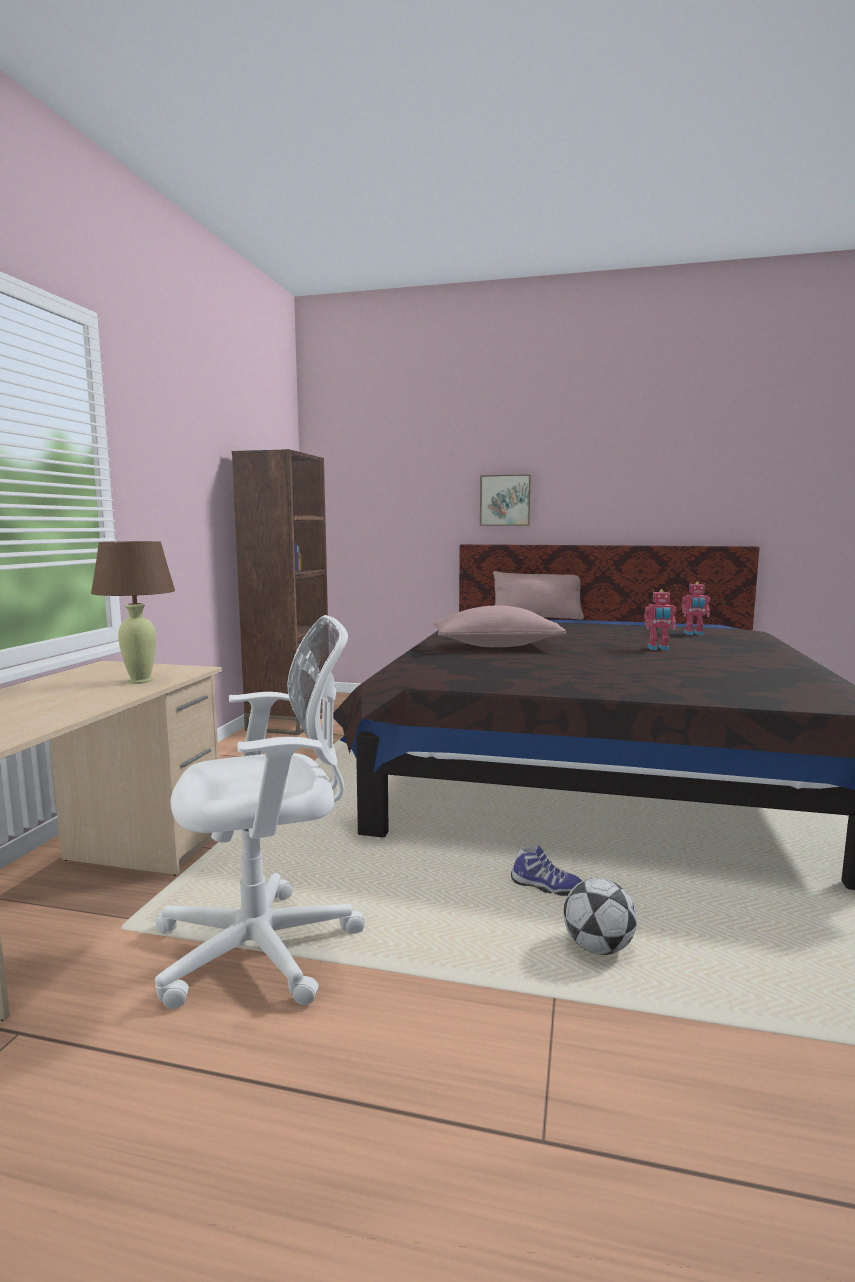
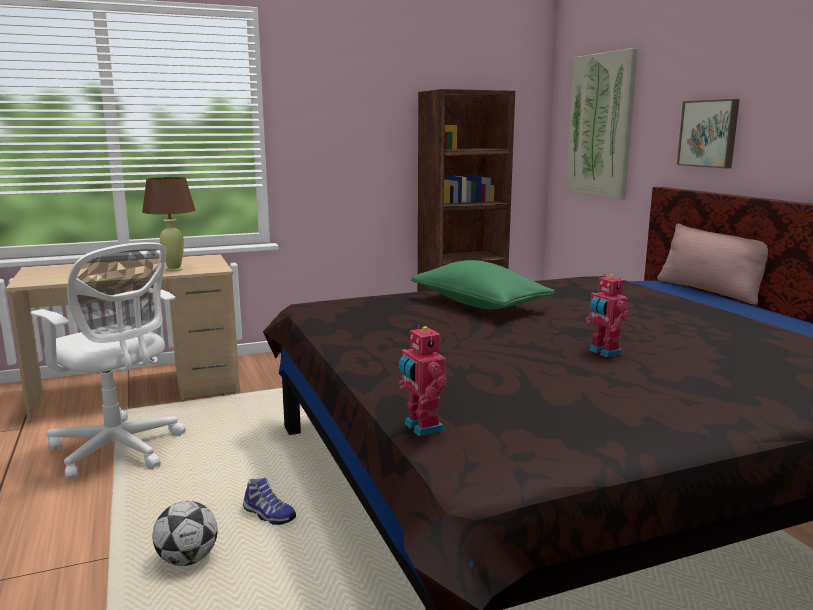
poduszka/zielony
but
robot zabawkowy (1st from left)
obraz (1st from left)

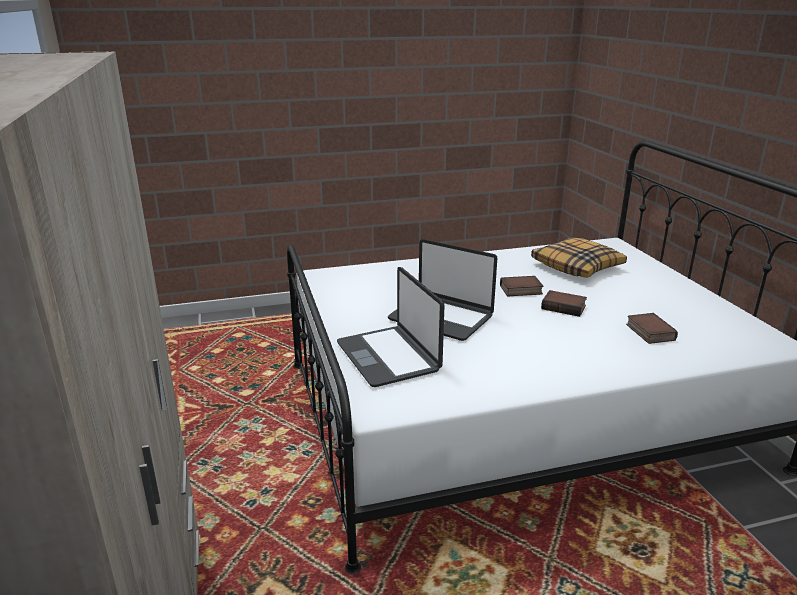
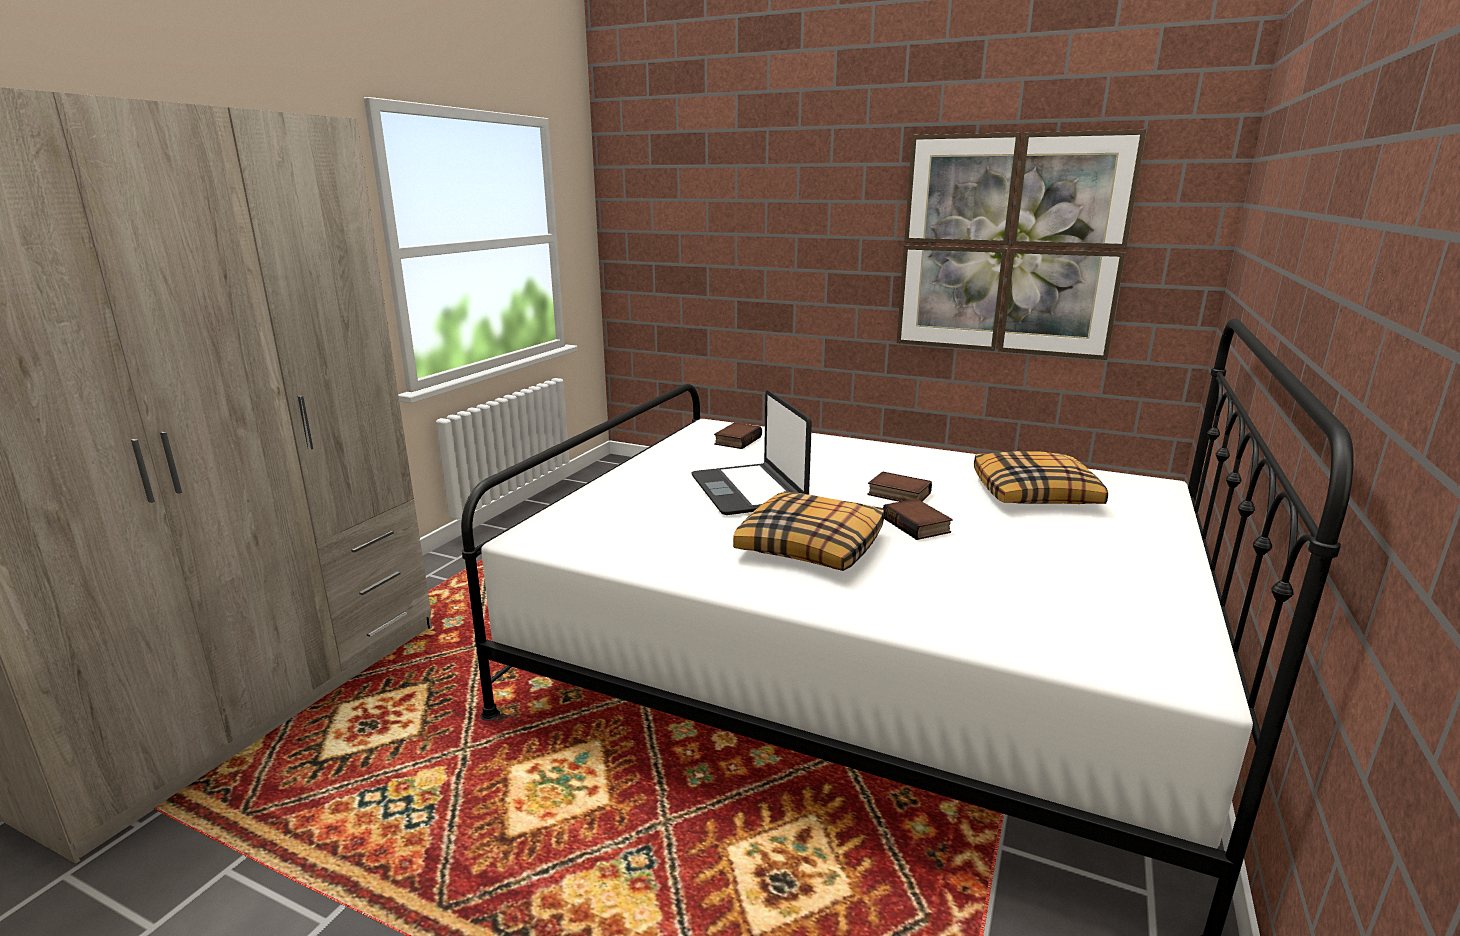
laptop (1st from left in the first image)
książka (1st from left)
poduszka (1st from left)
obraz

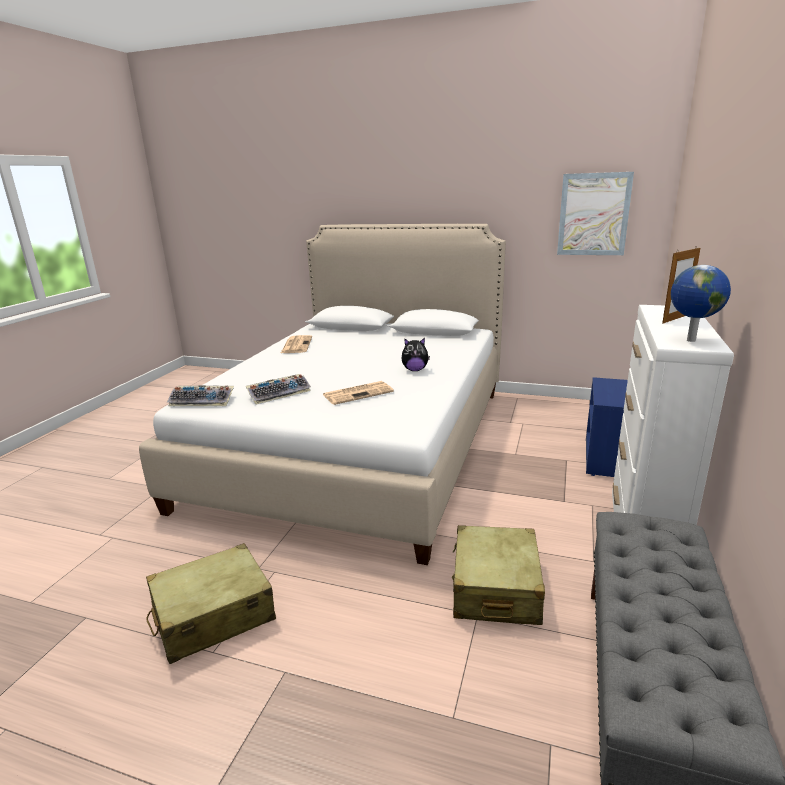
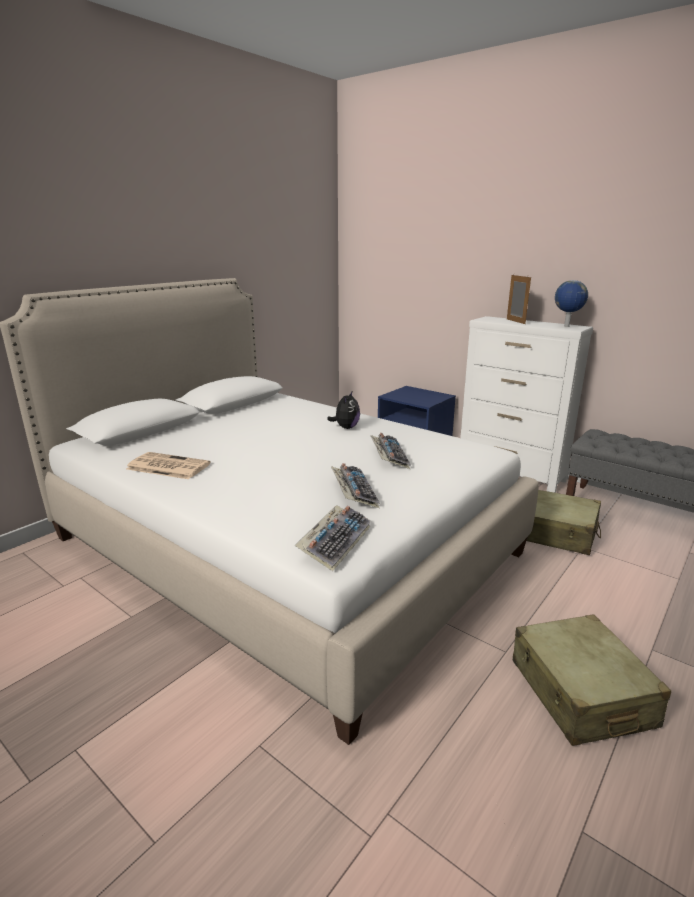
klawiatura (3rd from left)
obraz

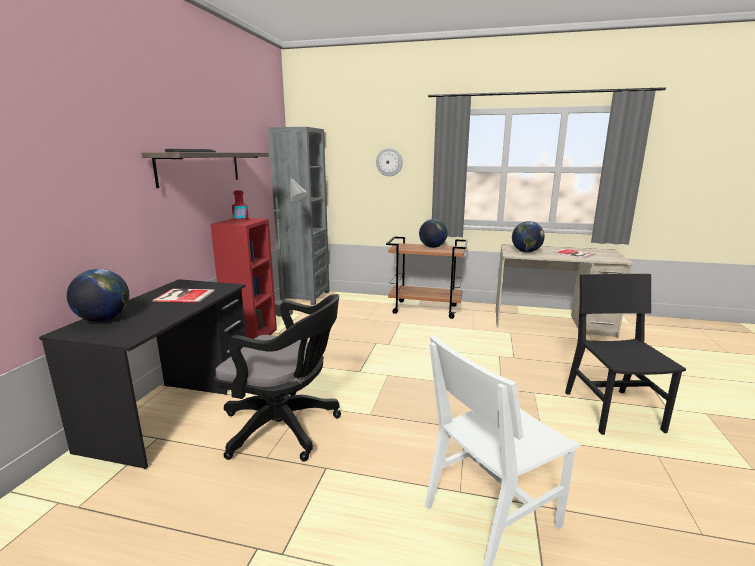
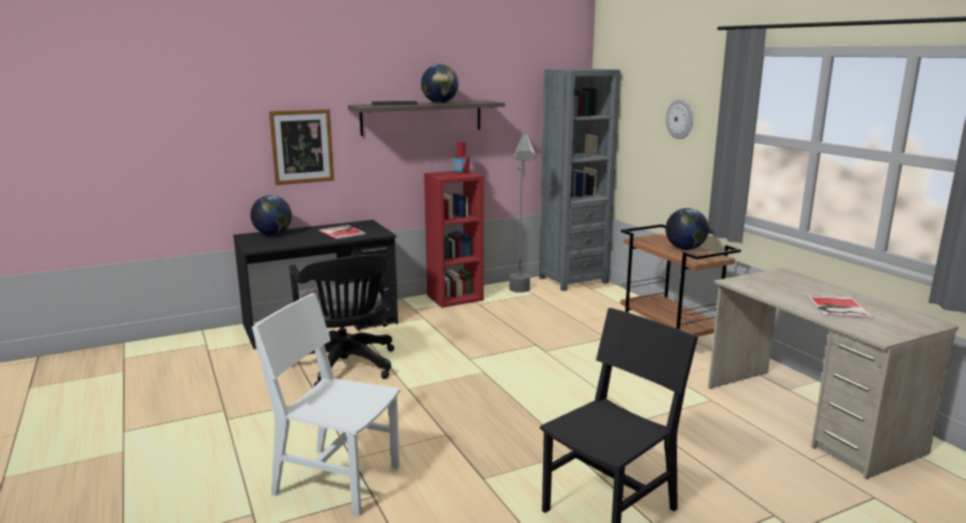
globus (2nd from left)
obraz

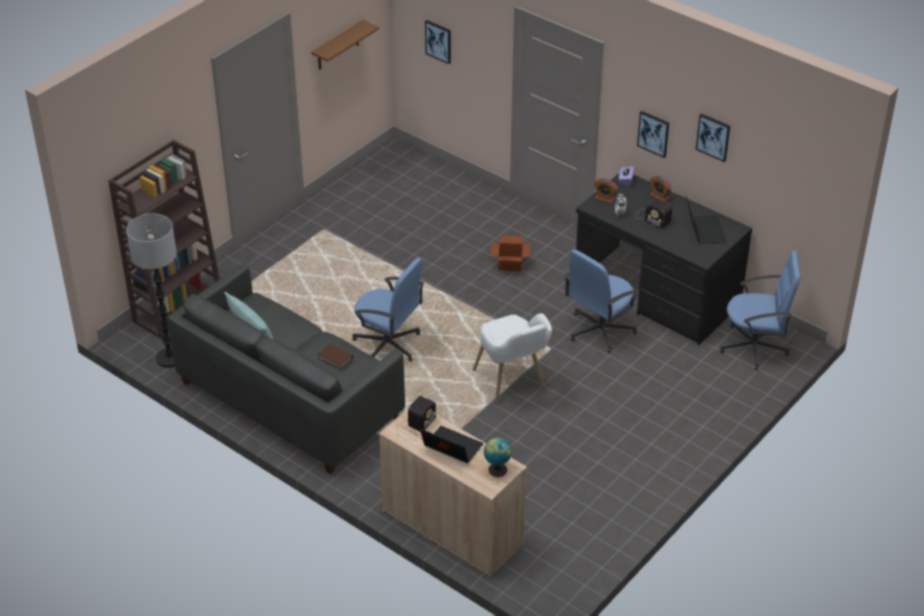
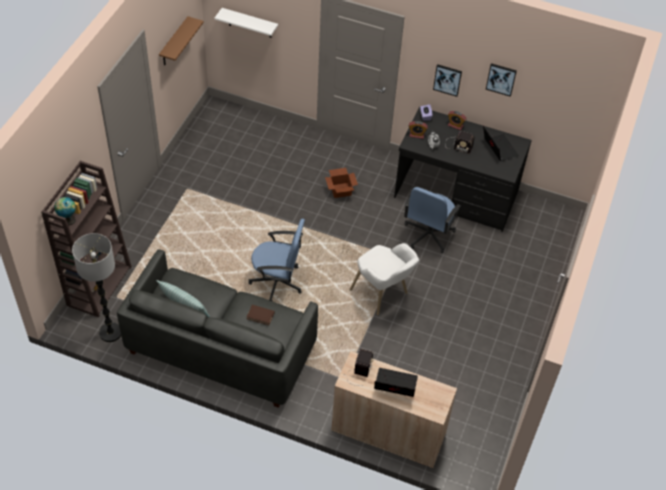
półka/biały
globus
krzesło biurowe/niebieski (3rd from left in the first image)

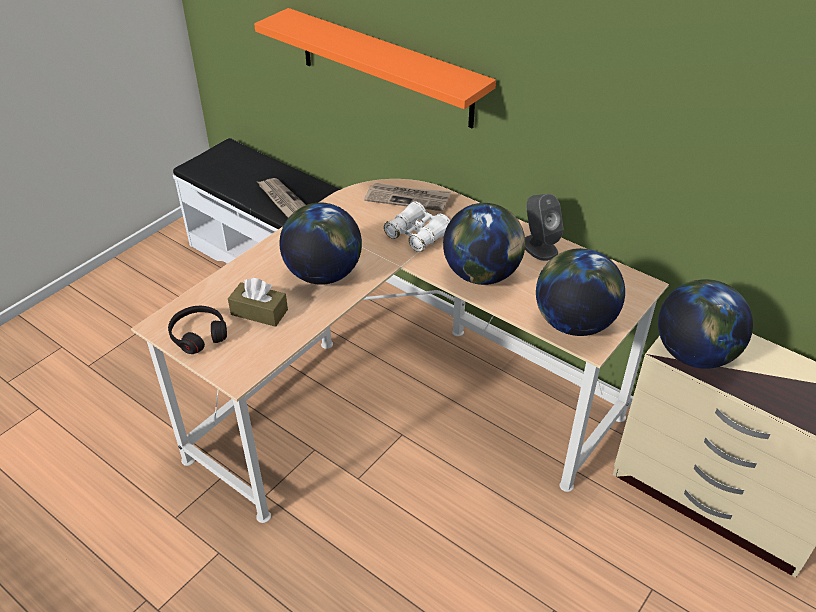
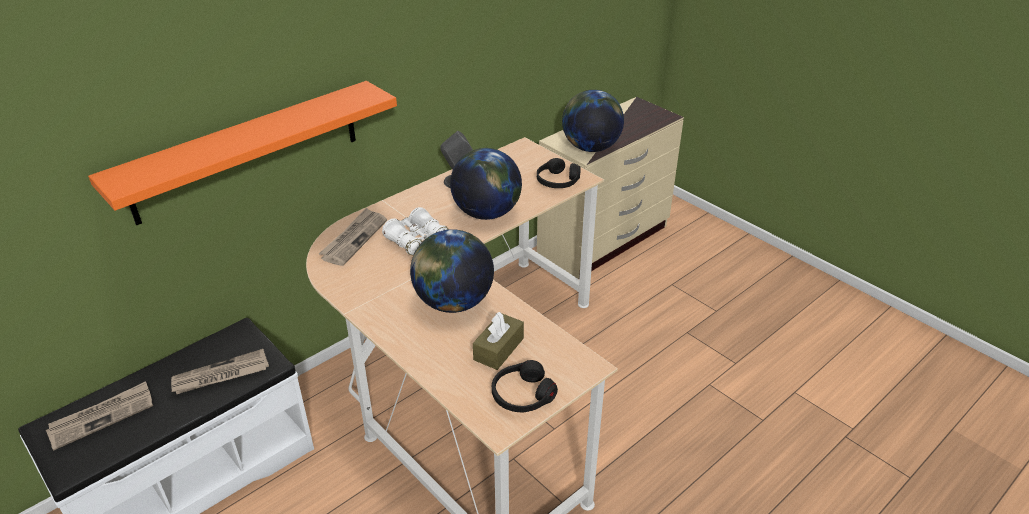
słuchawki/czarny (2nd from left)
gazeta (1st from left)

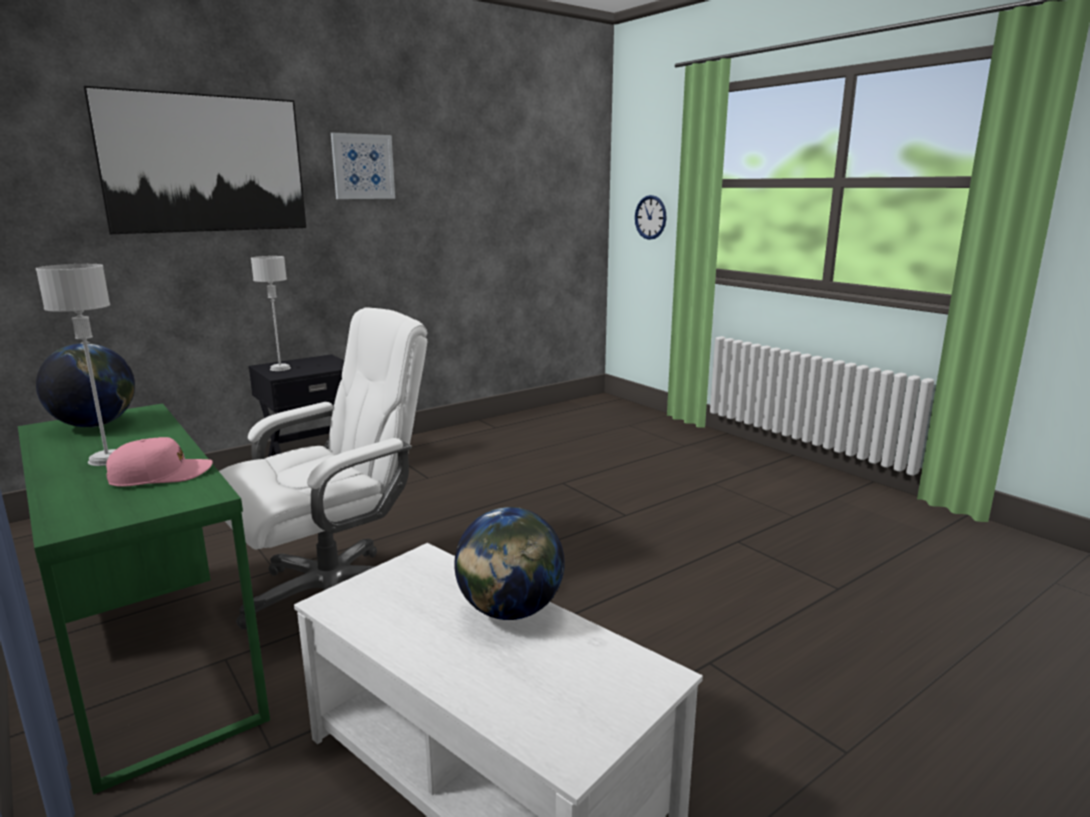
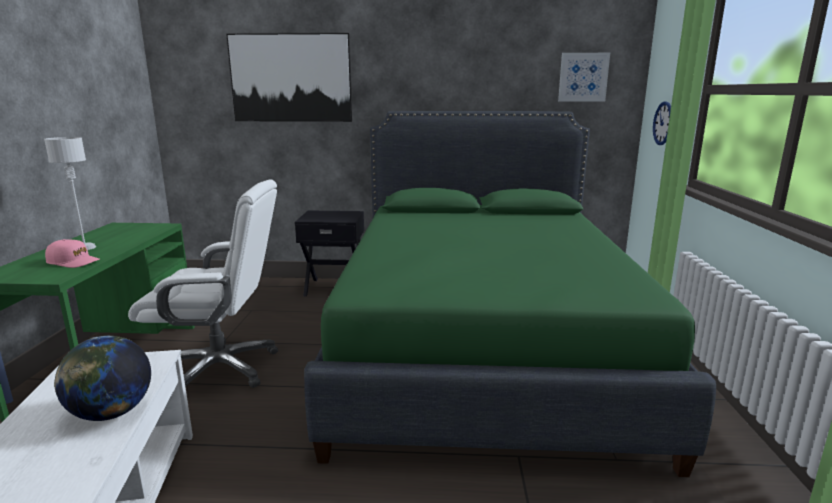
globus (1st from left in the first image)
lampa stołowa/szary (2nd from left in the first image)
obraz (2nd from left)
łóżko/zielony

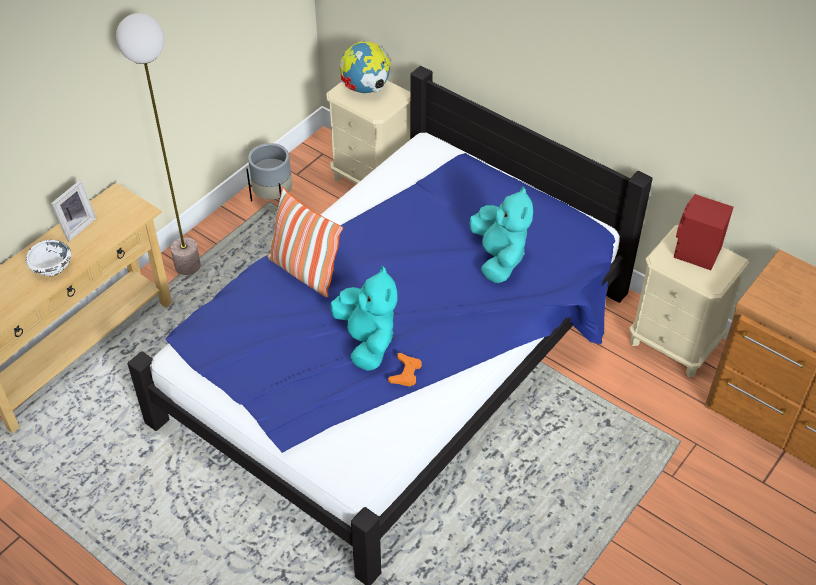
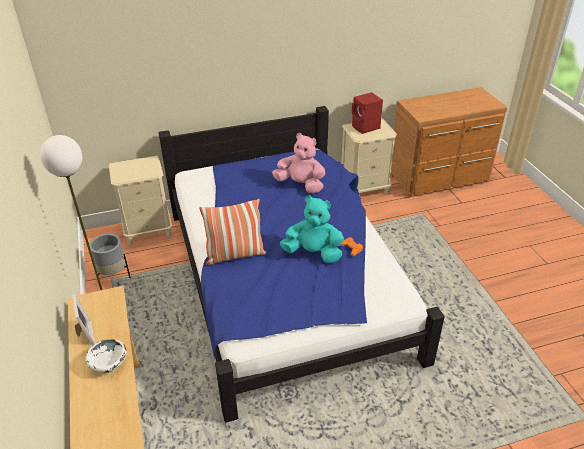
globus
pluszak/różowy

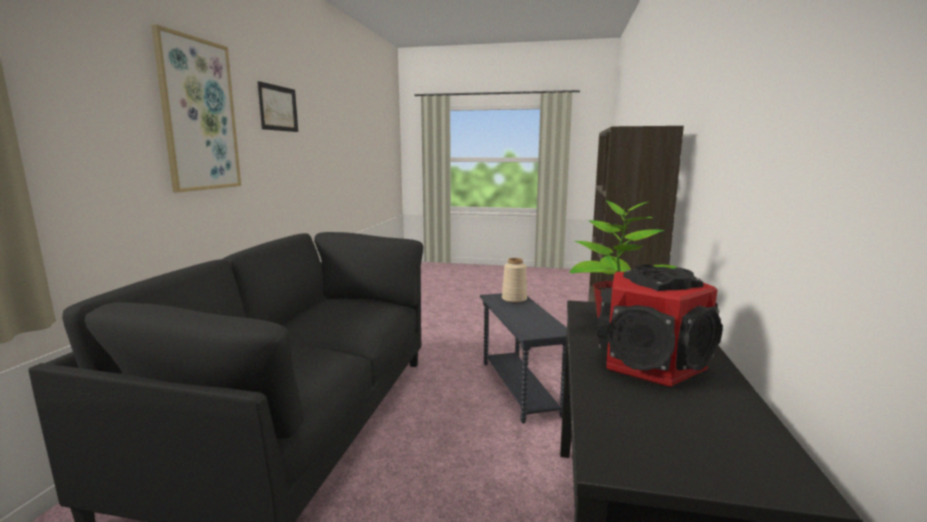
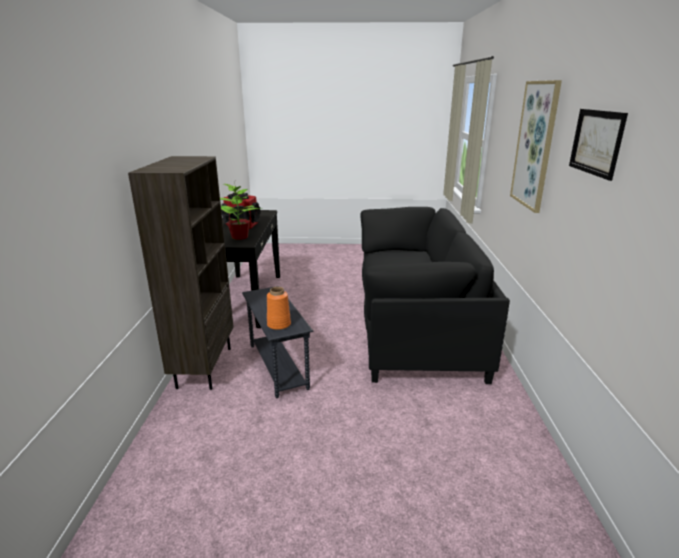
wazon/pomarańczowy

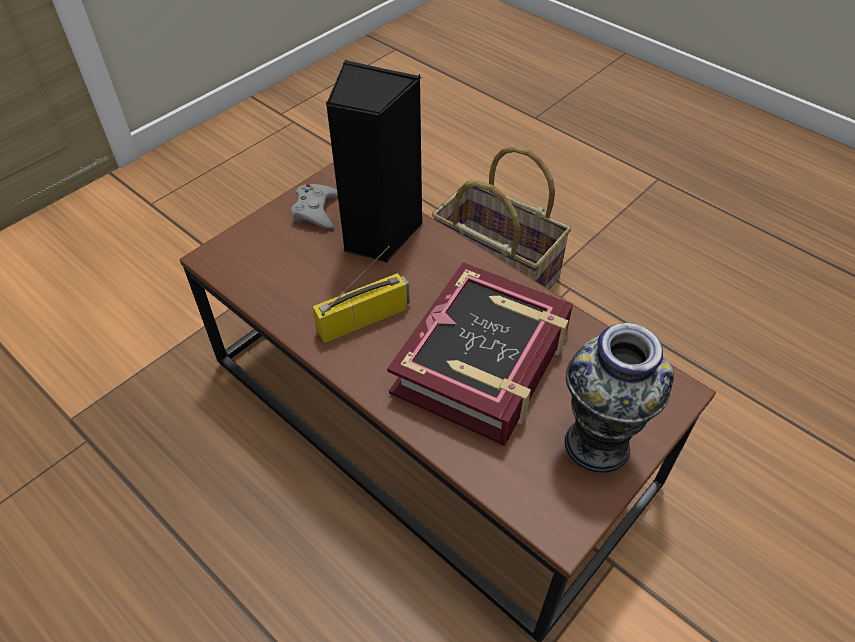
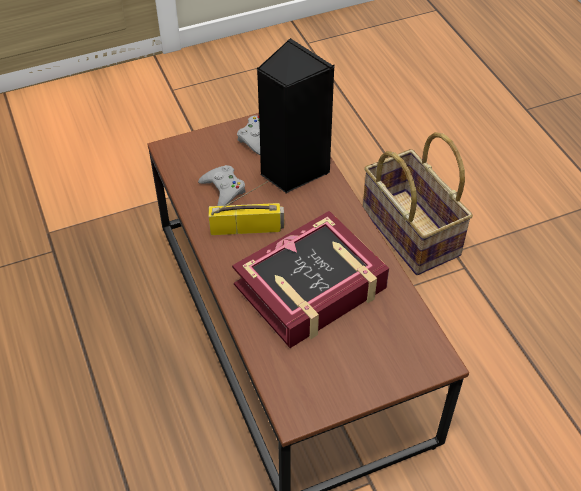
wazon
pad do gier/szary (1st from left)

